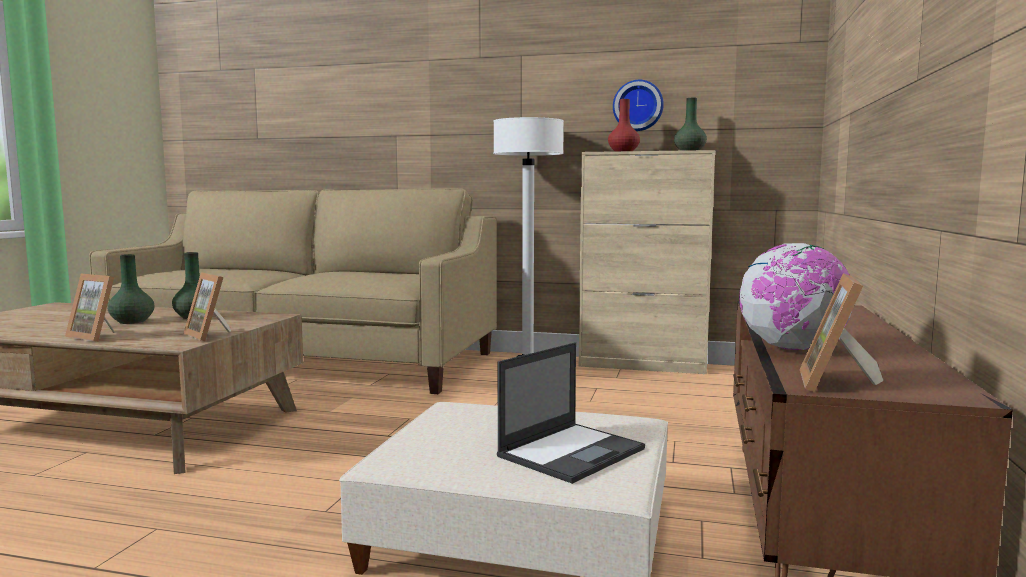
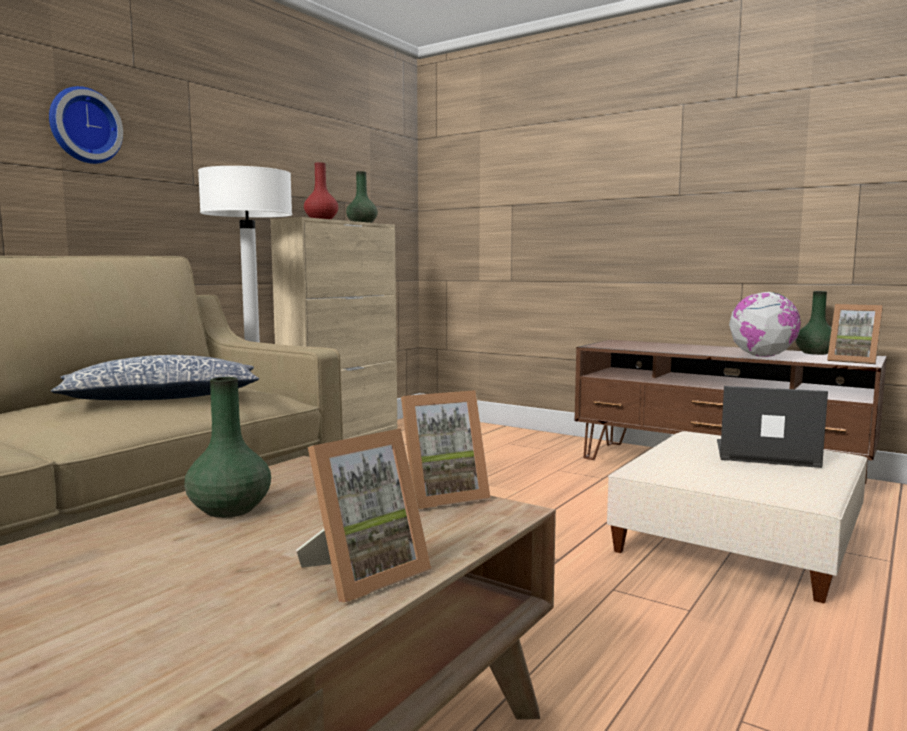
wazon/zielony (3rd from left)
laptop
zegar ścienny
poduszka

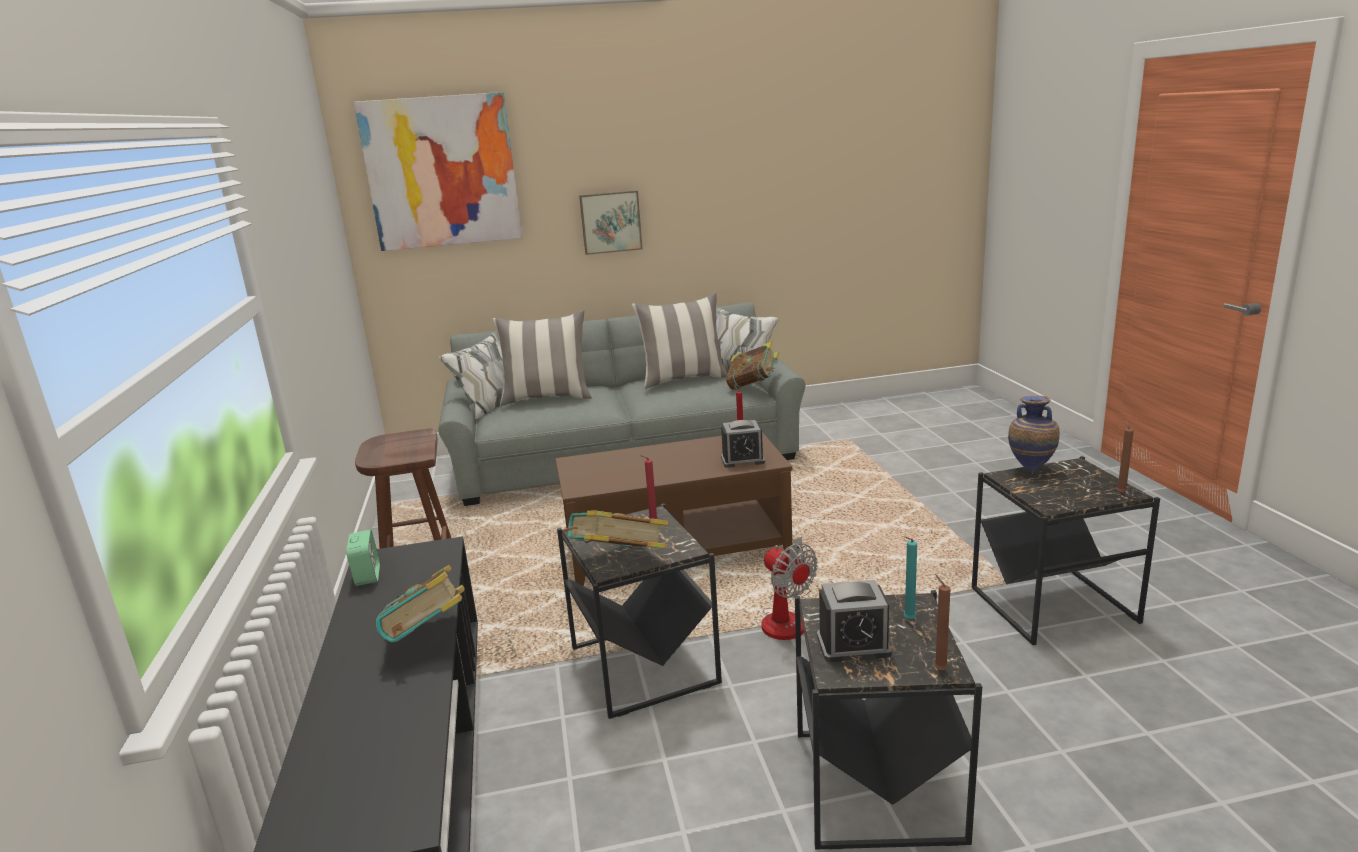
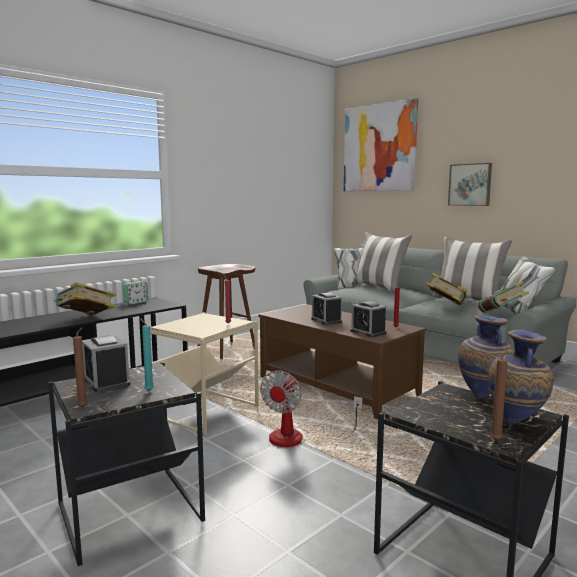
stolik/beżowy
książka (2nd from left)
budzik (3rd from left)
wazon (2nd from left)

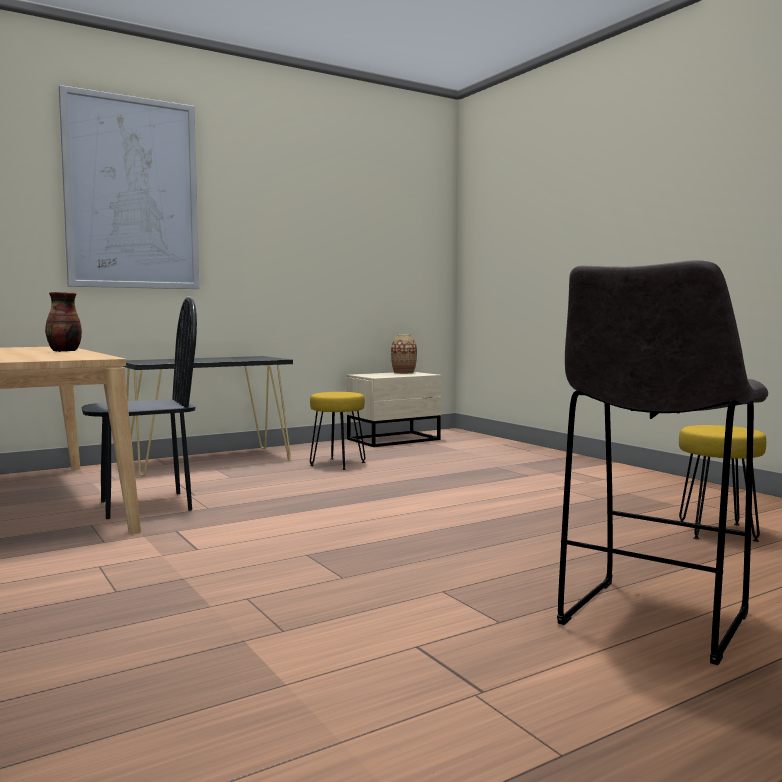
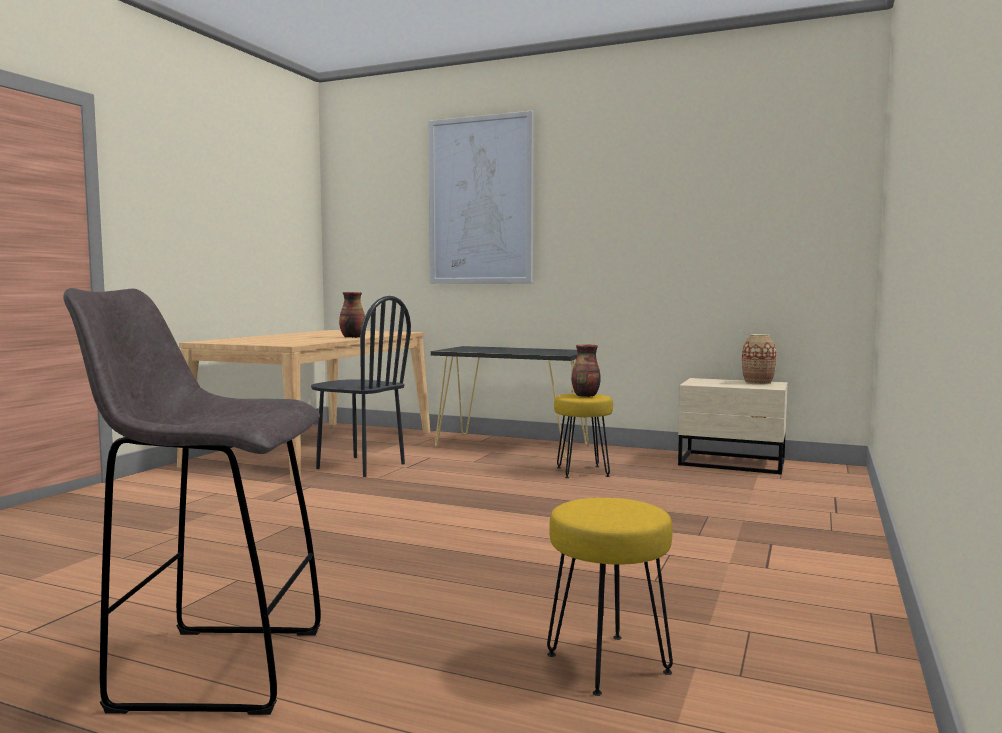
wazon (2nd from left)

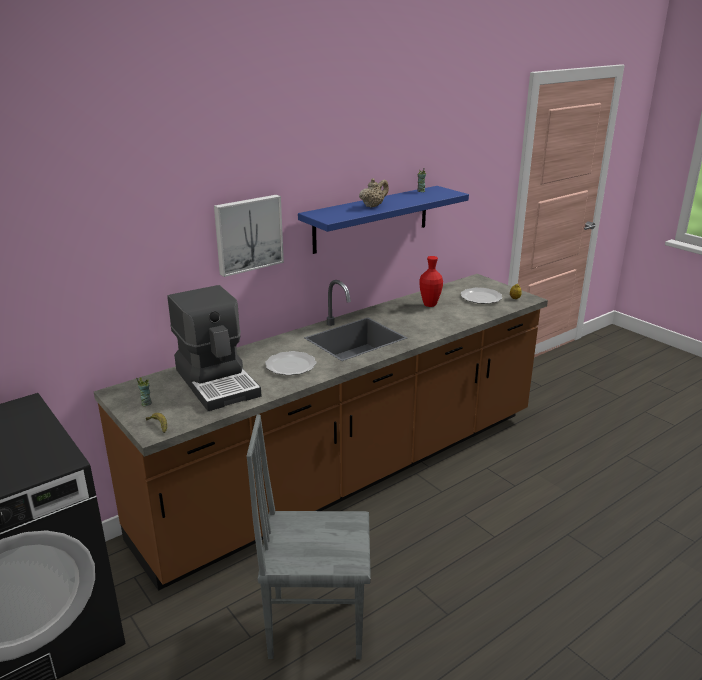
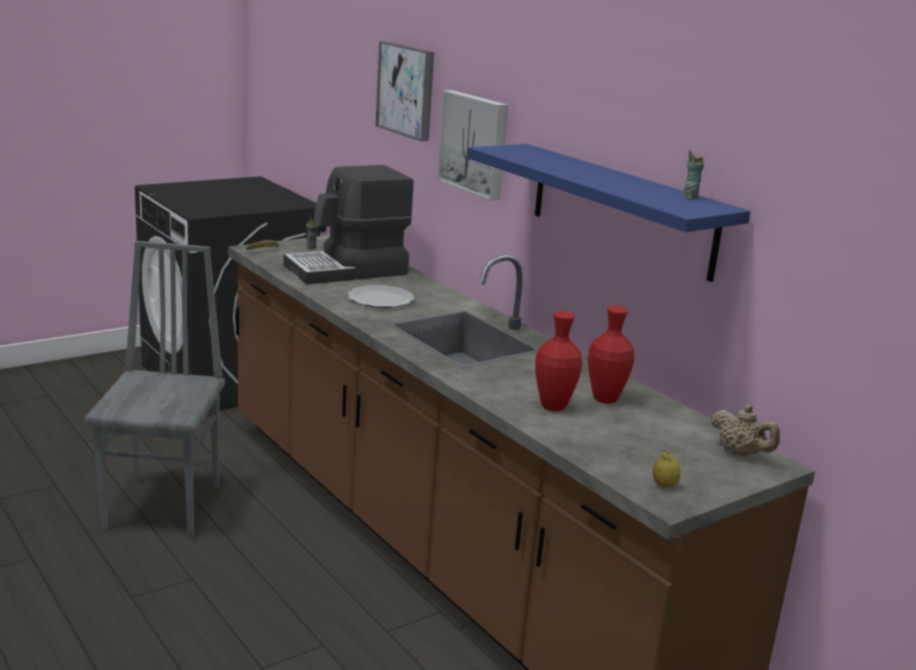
imbryk/beżowy
talerz (2nd from left in the first image)
obraz (1st from left)
wazon/czerwony (1st from left)

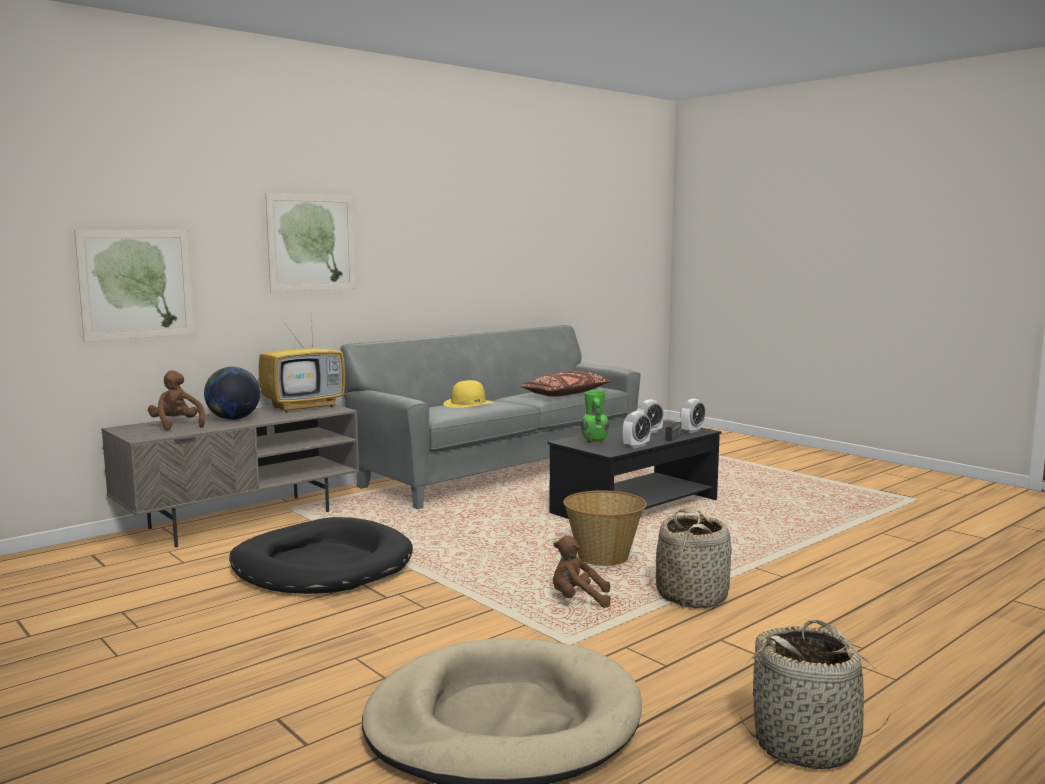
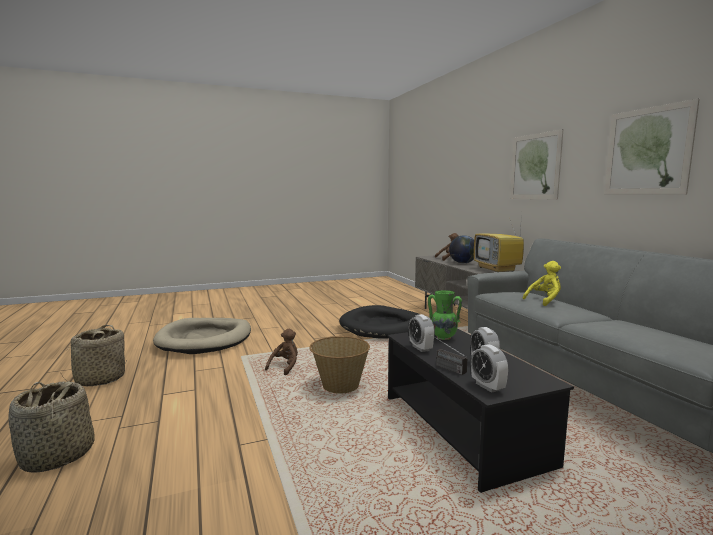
obraz (2nd from left)
pluszak/żółty
poduszka/brązowy
koszyk (1st from left)

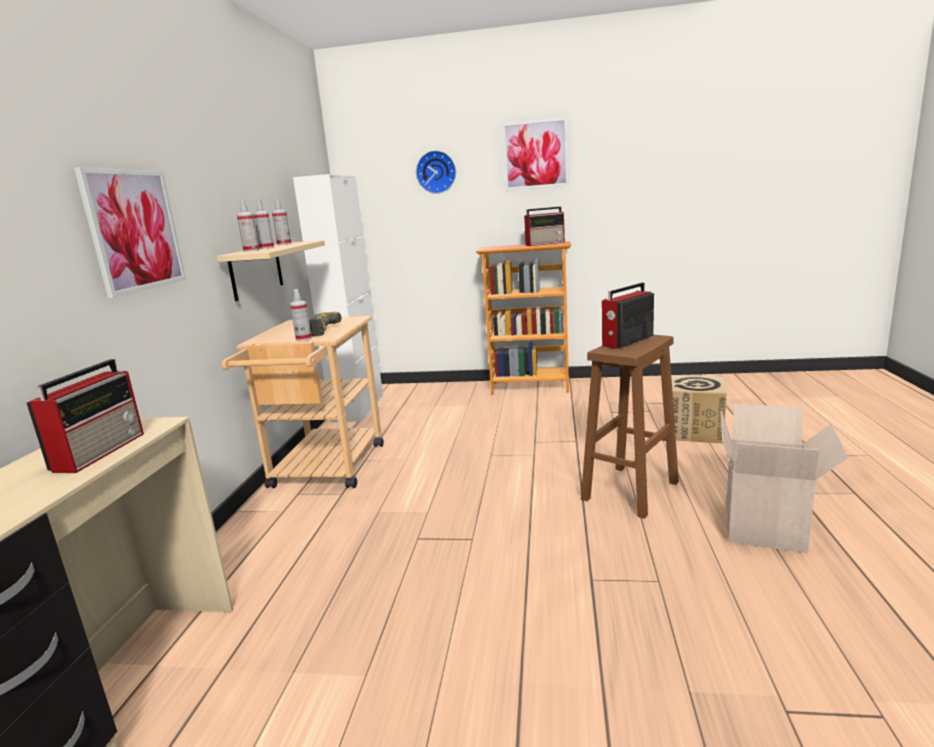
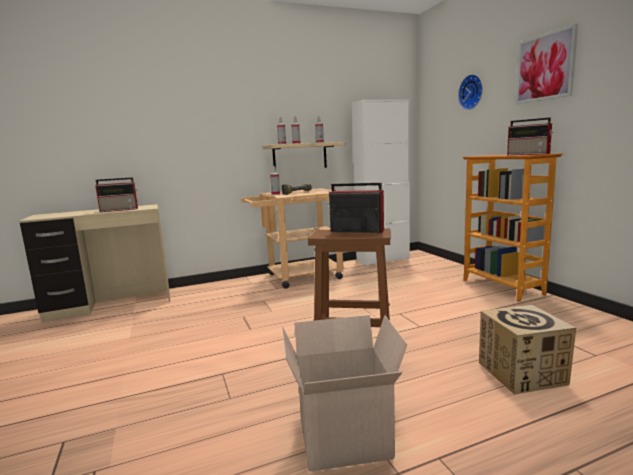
obraz (1st from left in the first image)

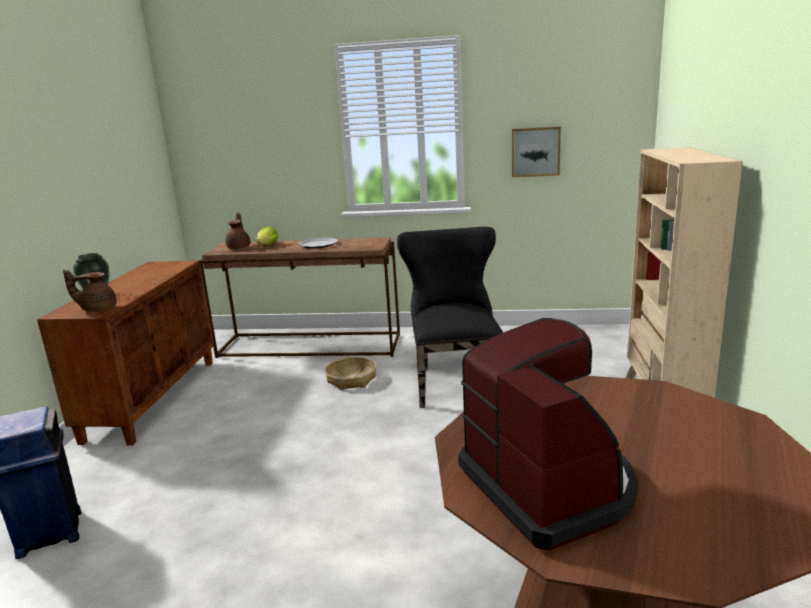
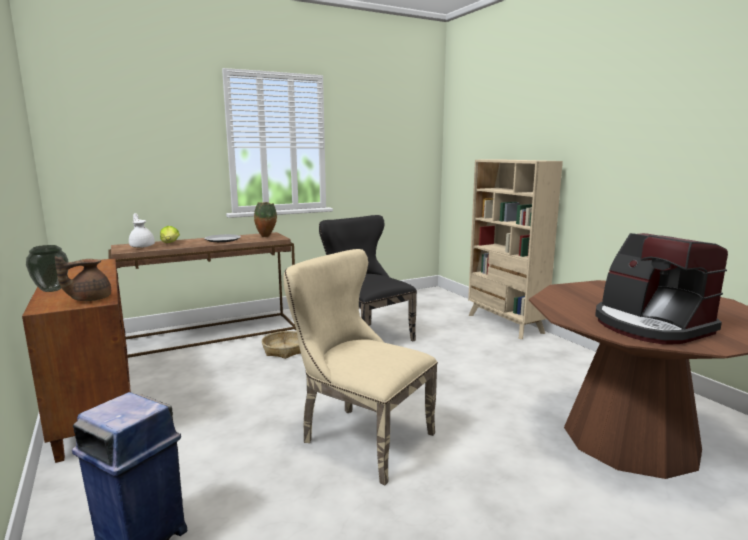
imbryk/biały
ekspres do kawy
obraz
wazon (2nd from left)
krzesło/beżowy

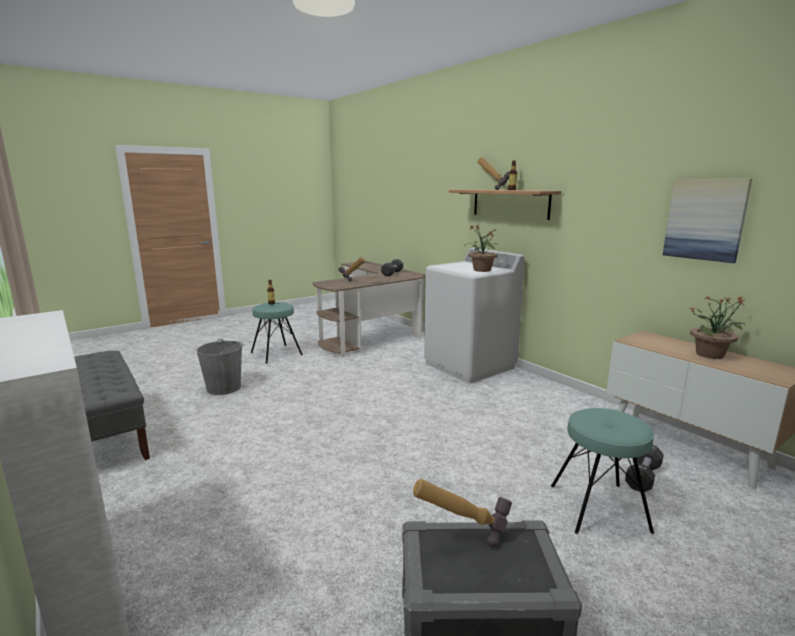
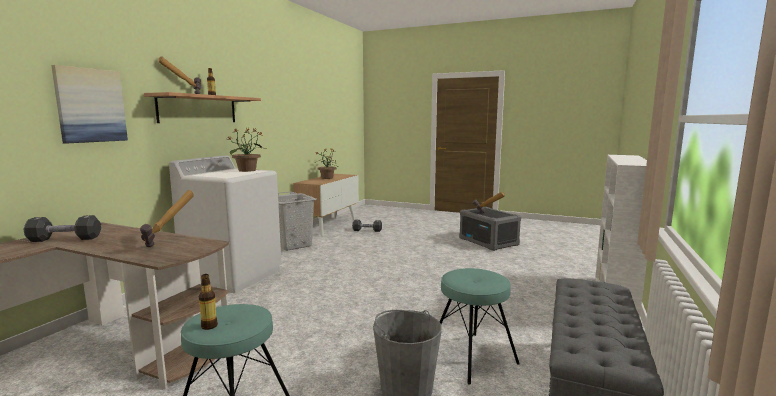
stołek/turkusowy (2nd from left)
obraz
kosz na pranie/szary

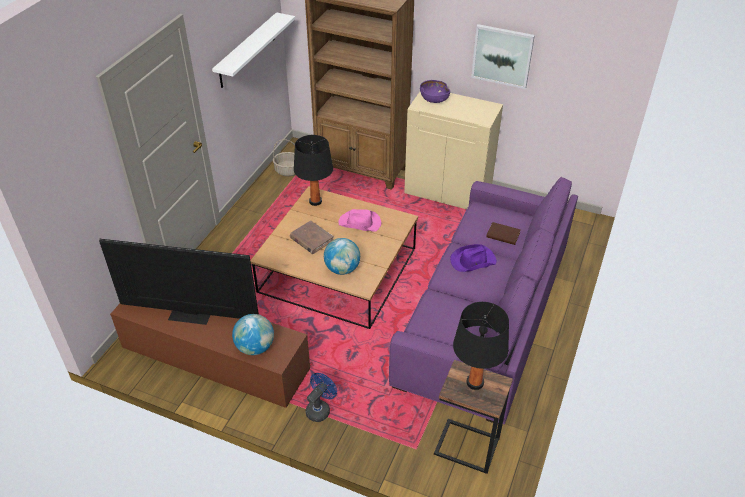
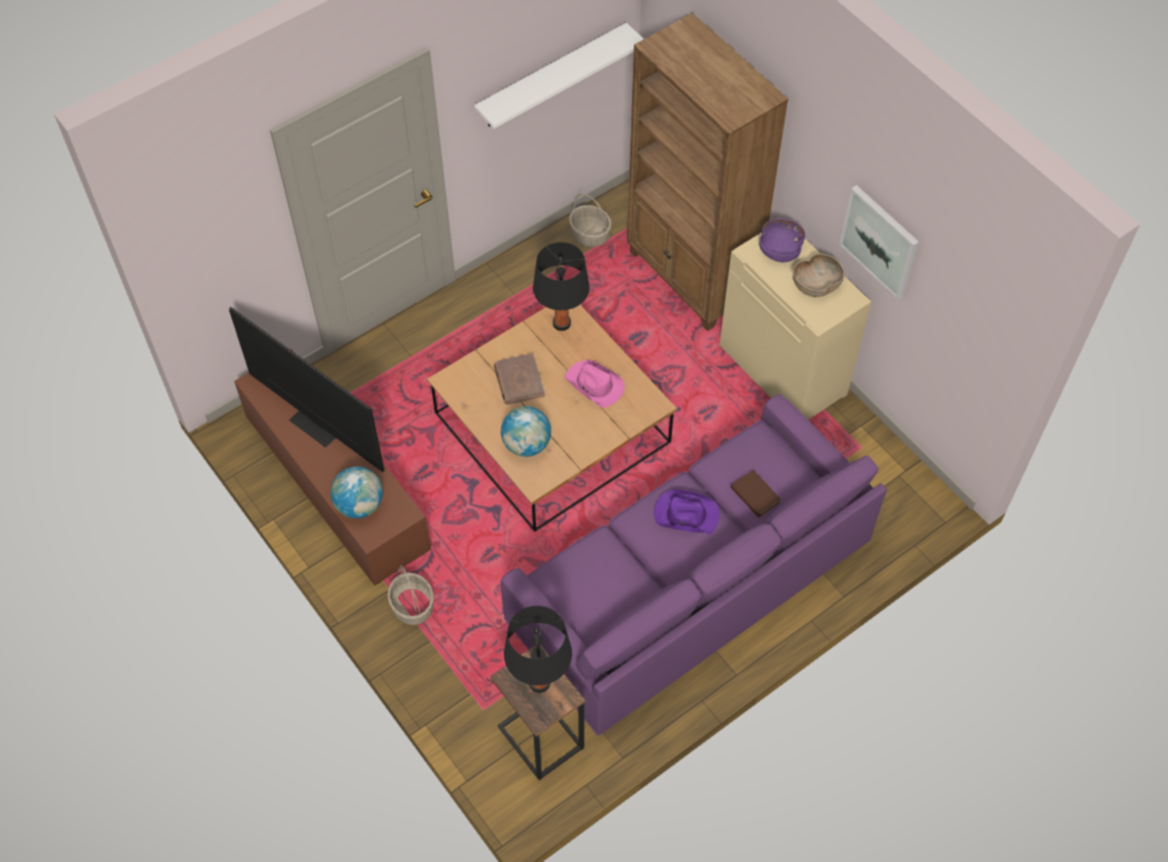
koszyk (1st from left)
miska/brązowy

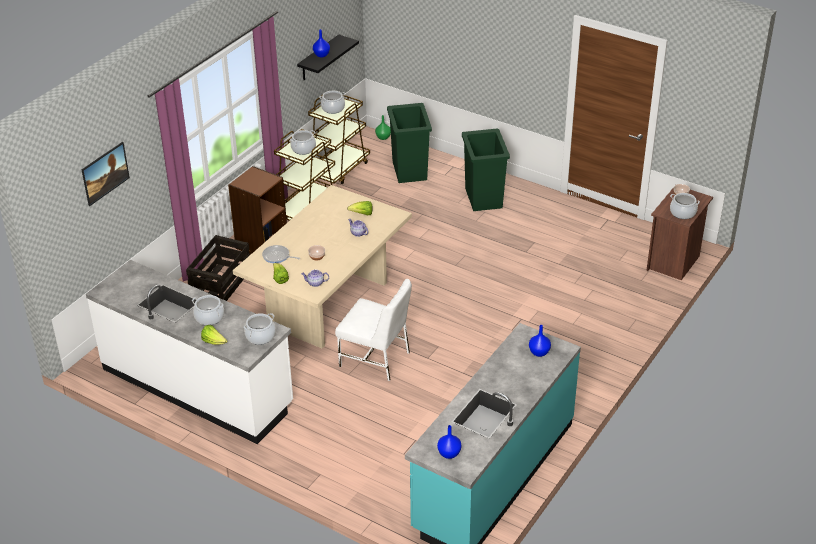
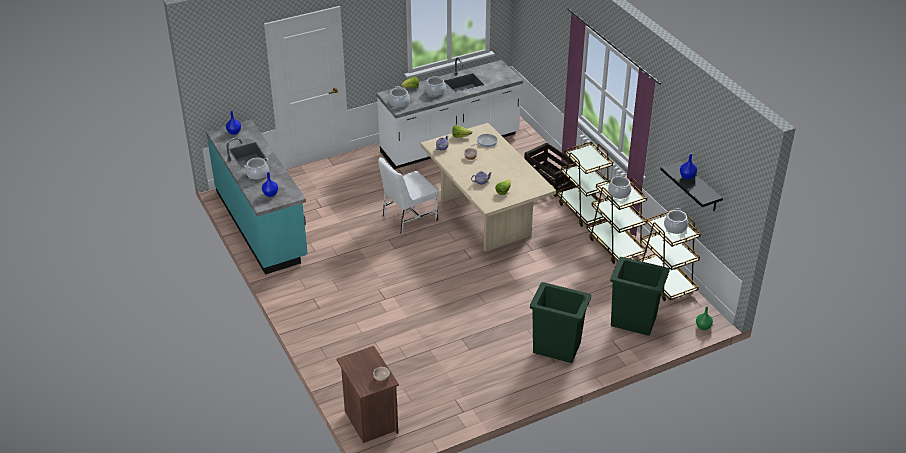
obraz
wózek/brązowy (1st from left)
garnek (1st from left)

